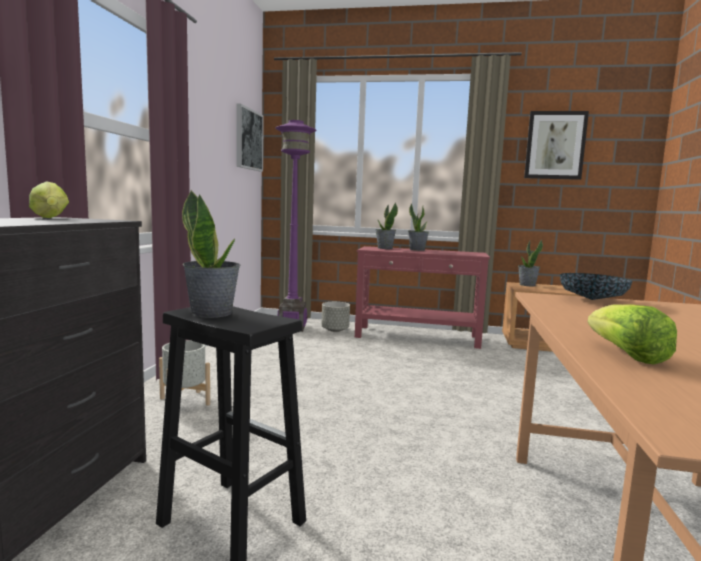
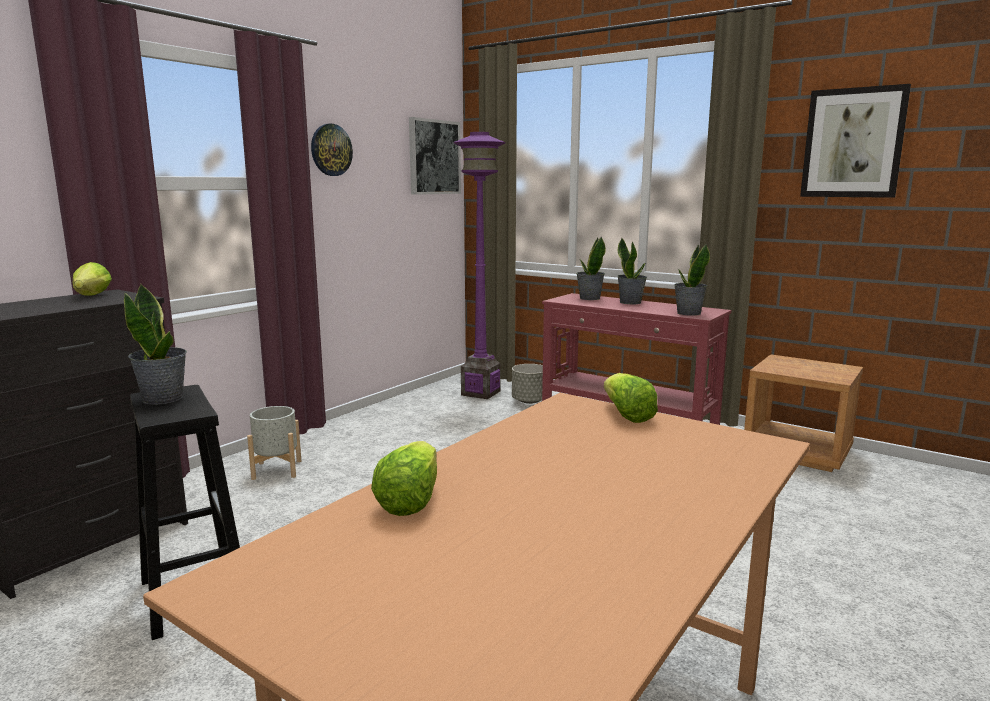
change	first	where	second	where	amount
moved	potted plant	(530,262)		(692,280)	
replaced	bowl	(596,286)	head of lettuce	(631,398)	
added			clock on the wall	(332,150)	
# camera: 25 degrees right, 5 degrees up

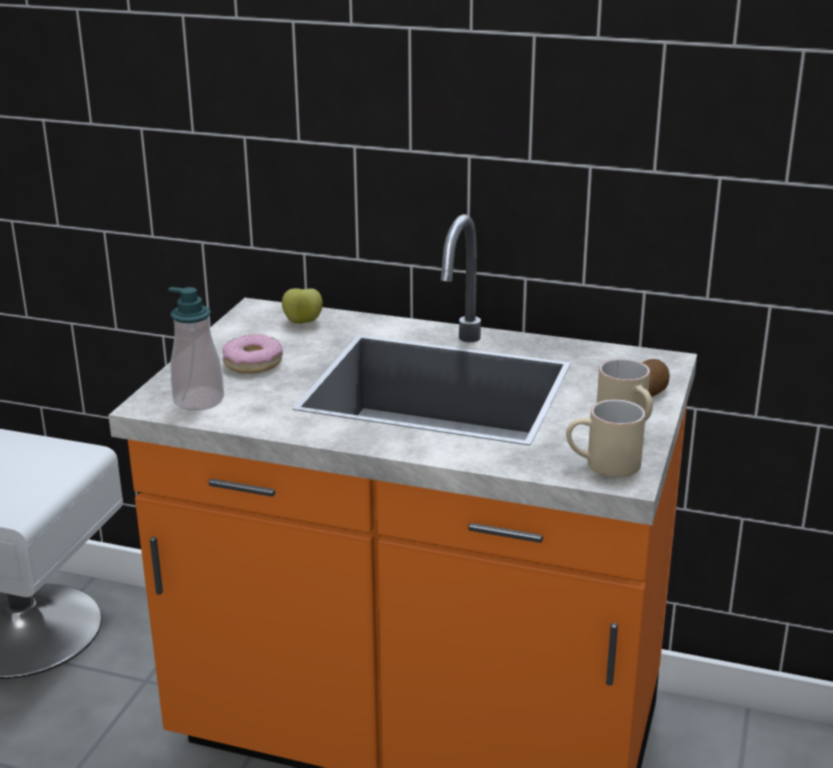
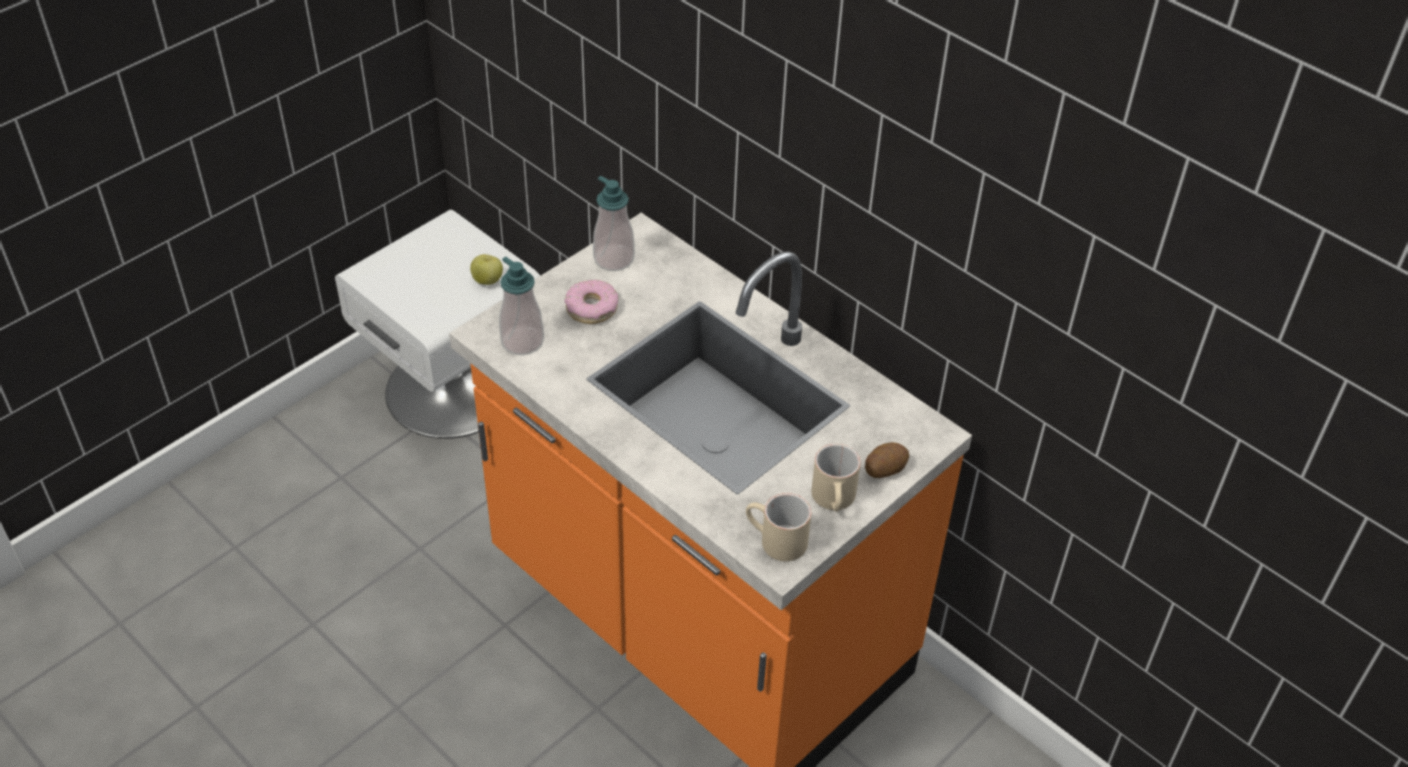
change	first	where	second	where	amount
moved	apple fruit	(302,306)		(486,269)	
added			liquid soap bottle	(614,223)	
# camera: 25 degrees right, 20 degrees up

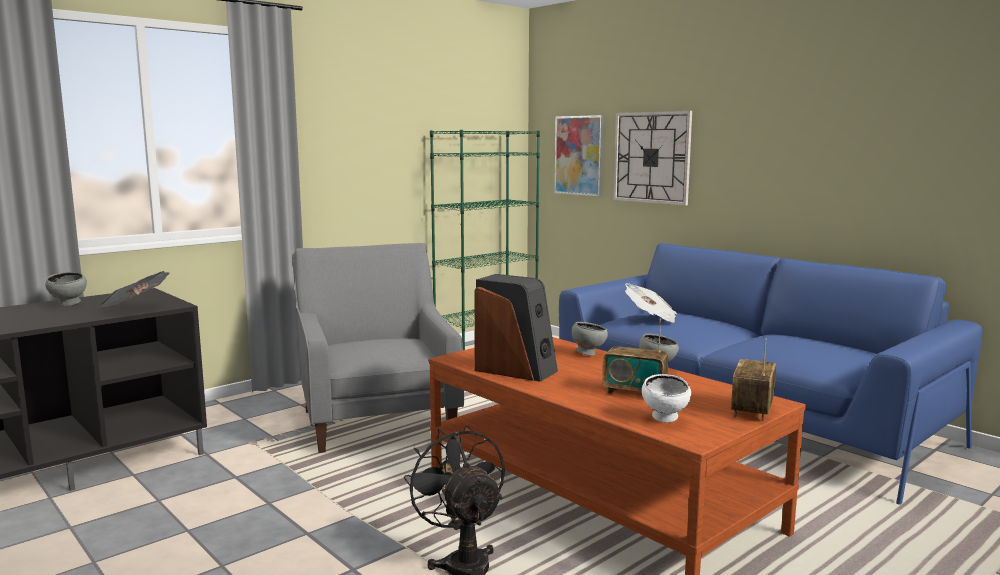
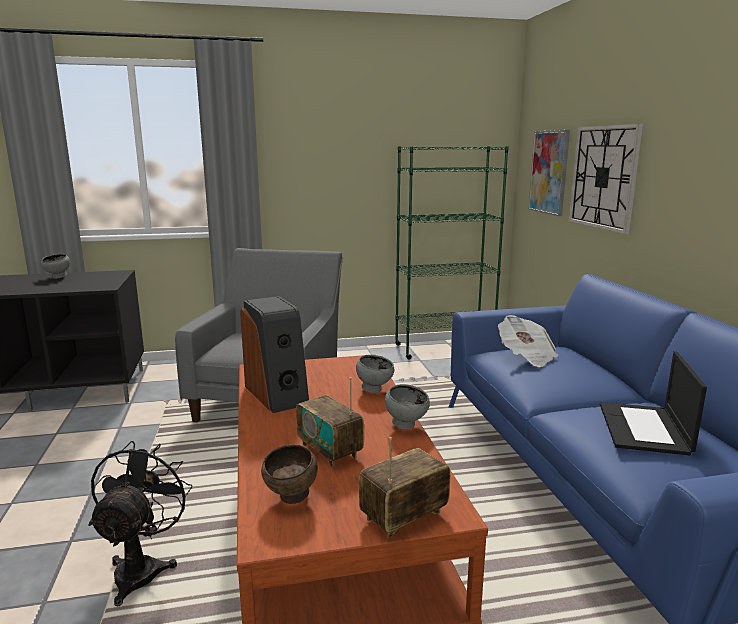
change	first	where	second	where	amount
removed	newspaper	(133,289)			
recoloured	whitish bowl	(666,398)	brownish bowl	(289,474)	
added			portable computer	(653,403)	
# camera: 30 degrees right, 5 degrees up

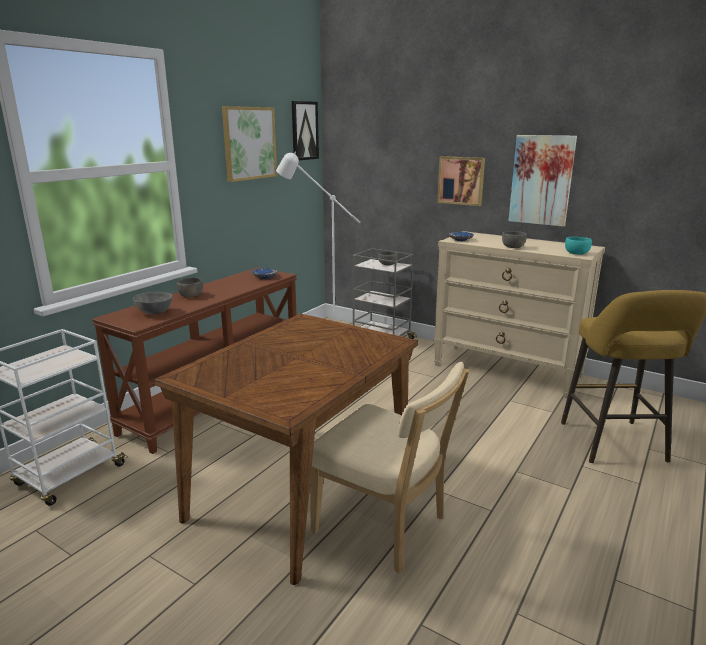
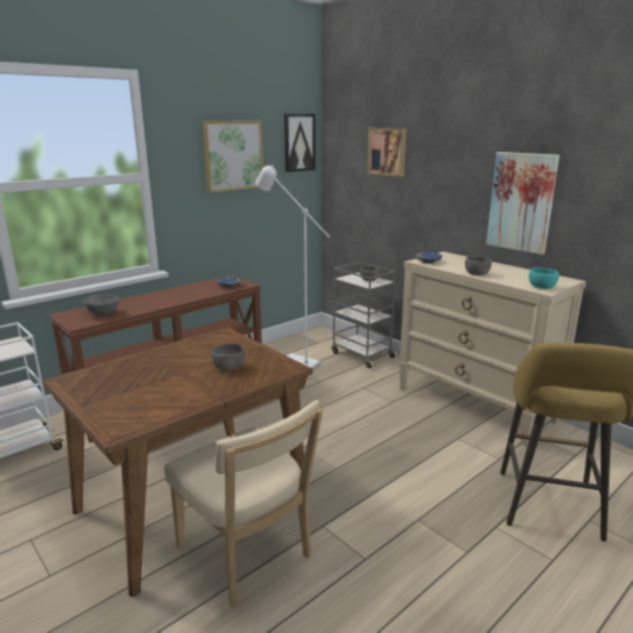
change	first	where	second	where	amount
moved	grey bowl	(190,287)		(228,357)	
moved	wall picture	(461,181)		(387,152)	
# camera: 15 degrees right, 0 degrees up

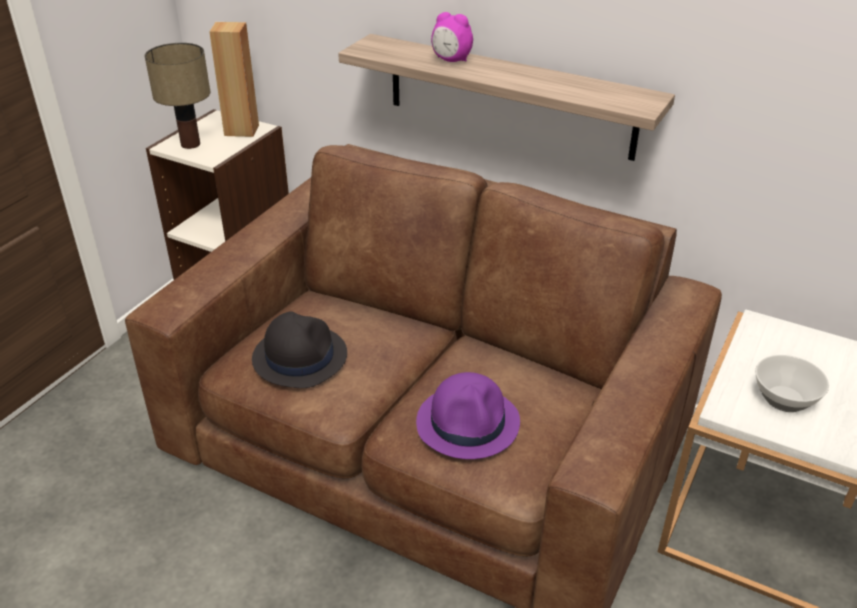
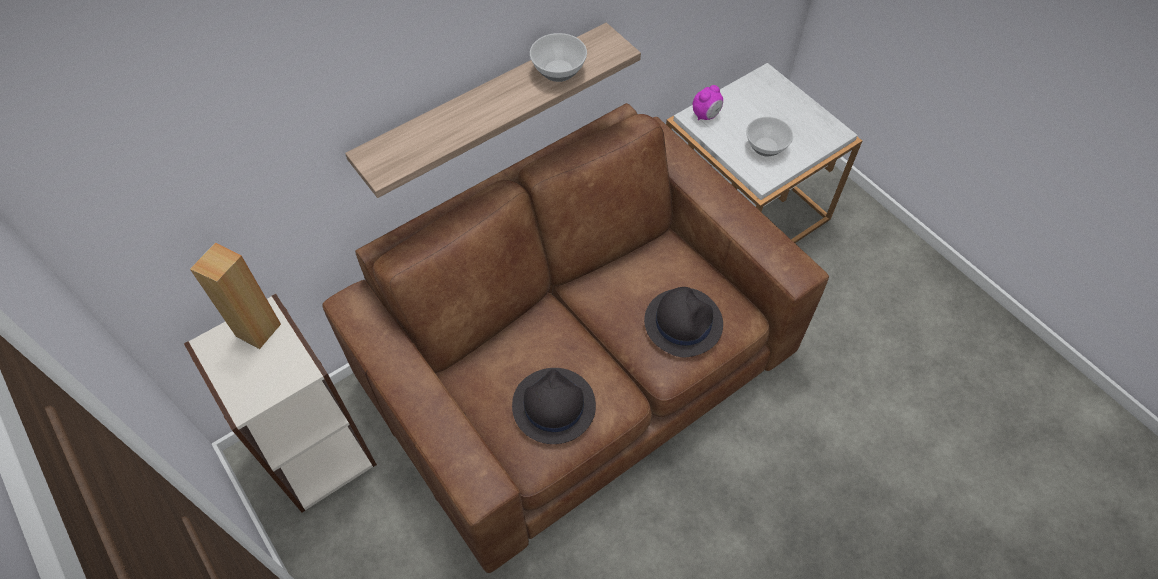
change	first	where	second	where	amount
removed	table lamp	(177,96)			
recoloured	purple clothing hat	(468,415)	blackish clothing hat	(683,322)	
moved	table clock	(452,37)		(708,102)	
added			bowl	(558,57)	
# camera: 65 degrees left, 20 degrees up

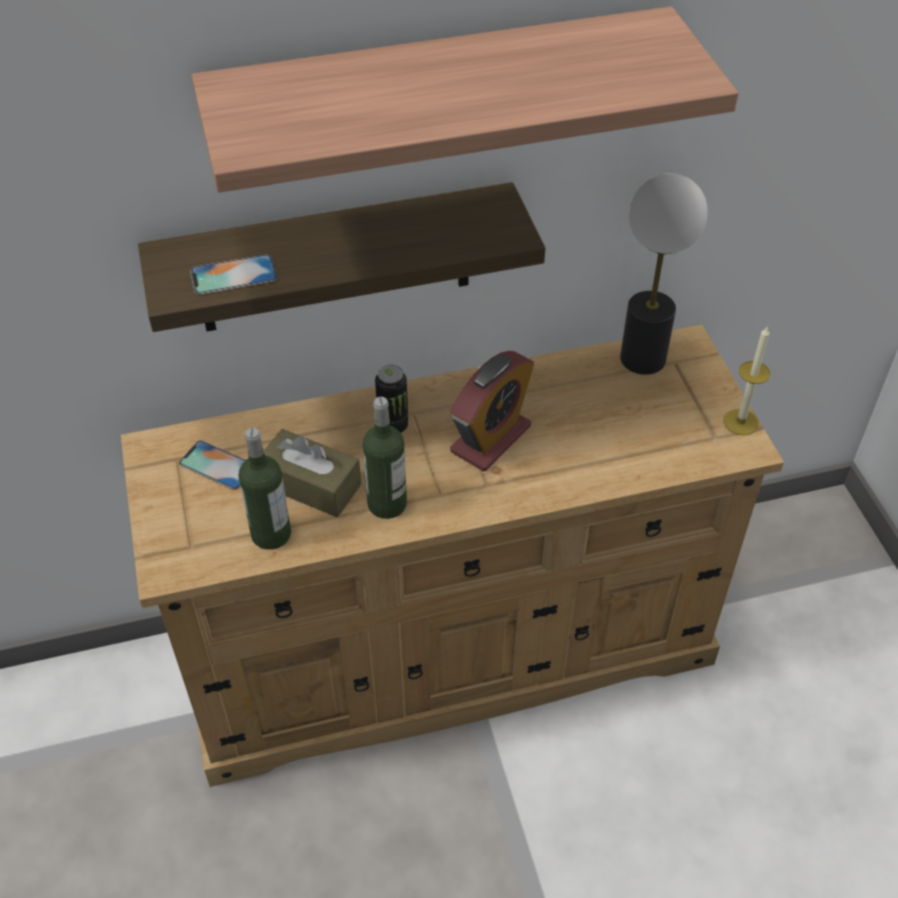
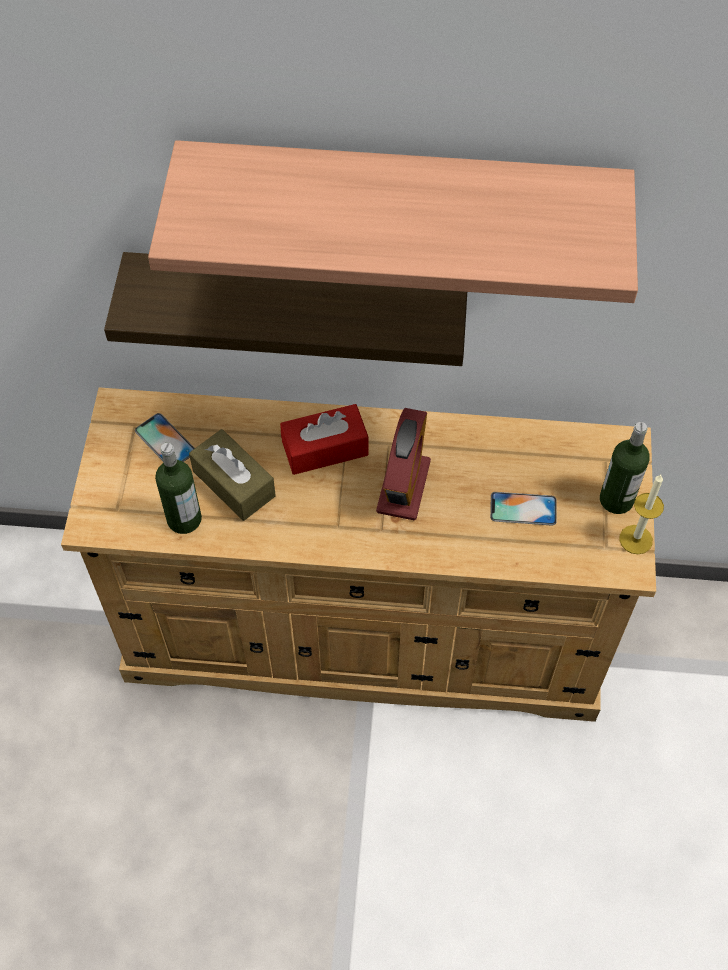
change	first	where	second	where	amount
moved	telephone	(234,274)		(523,509)	
moved	bottle	(385,458)		(625,468)	
replaced	can	(391,399)	red-coloured tissue box	(324,439)	
turned	table clock	(492,411)		(403,464)	45 degrees counterclockwise
removed	table lamp	(664,274)			
# camera: 20 degrees right, 10 degrees up

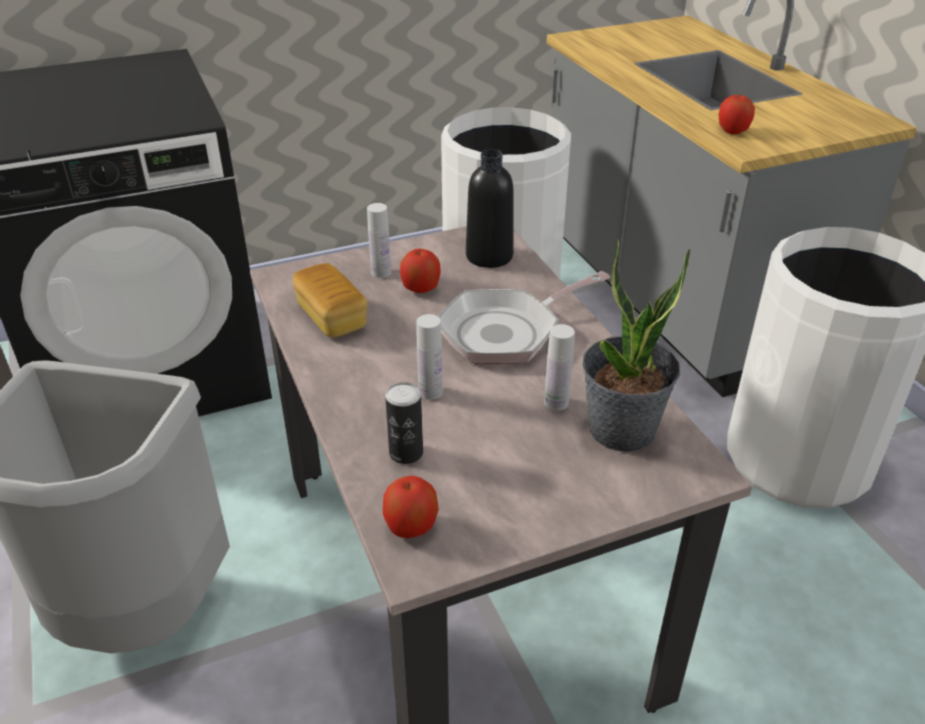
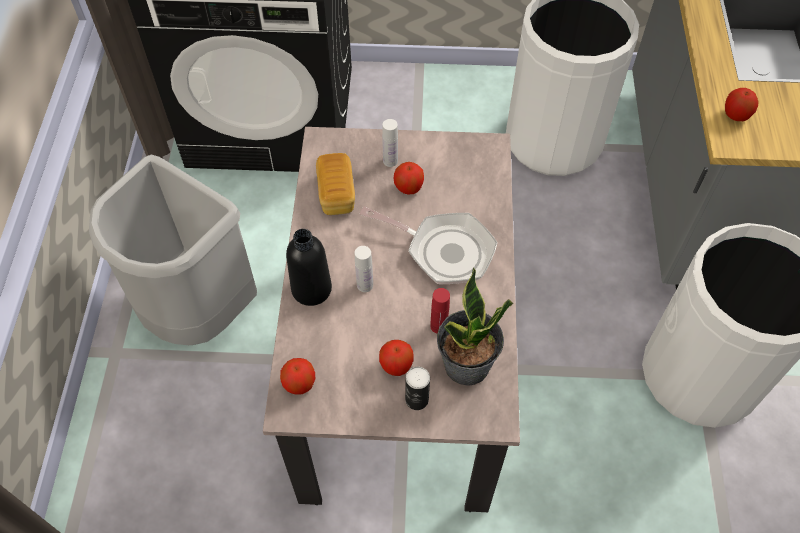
change	first	where	second	where	amount
moved	can	(404,423)		(417,388)	
turned	frying pan	(524,317)		(429,245)	150 degrees counterclockwise
moved	blackish bottle	(490,208)		(309,267)	
recoloured	whitish bottle	(559,367)	red-coloured bottle	(440,311)	
added			apple fruit	(396,358)	
# camera: 25 degrees right, 20 degrees up

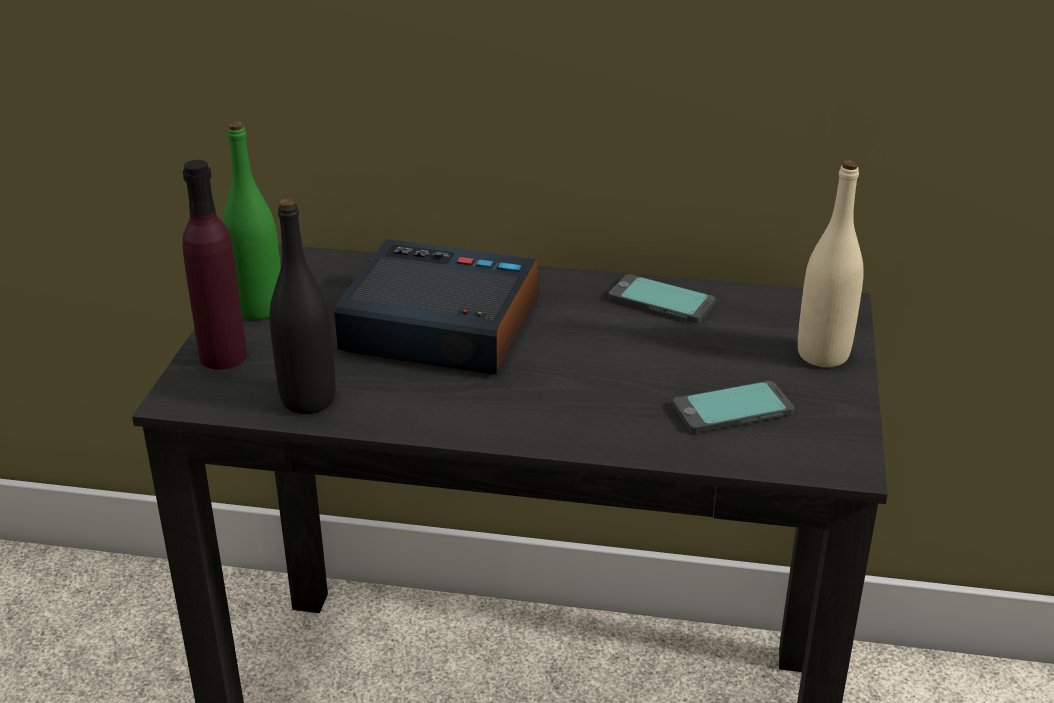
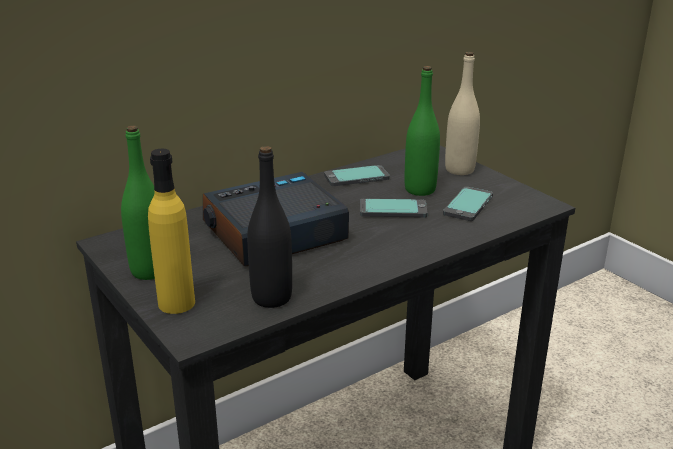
change	first	where	second	where	amount
recoloured	purple bottle	(215,265)	yellowish bottle	(171,231)	
added			telephone	(394,208)	
added			green-coloured bottle	(422,131)	
# camera: 45 degrees left, 5 degrees down

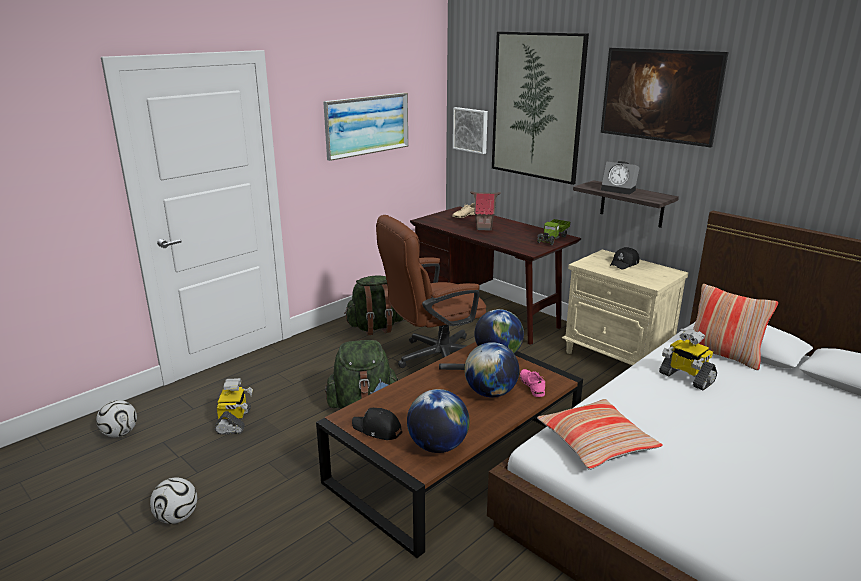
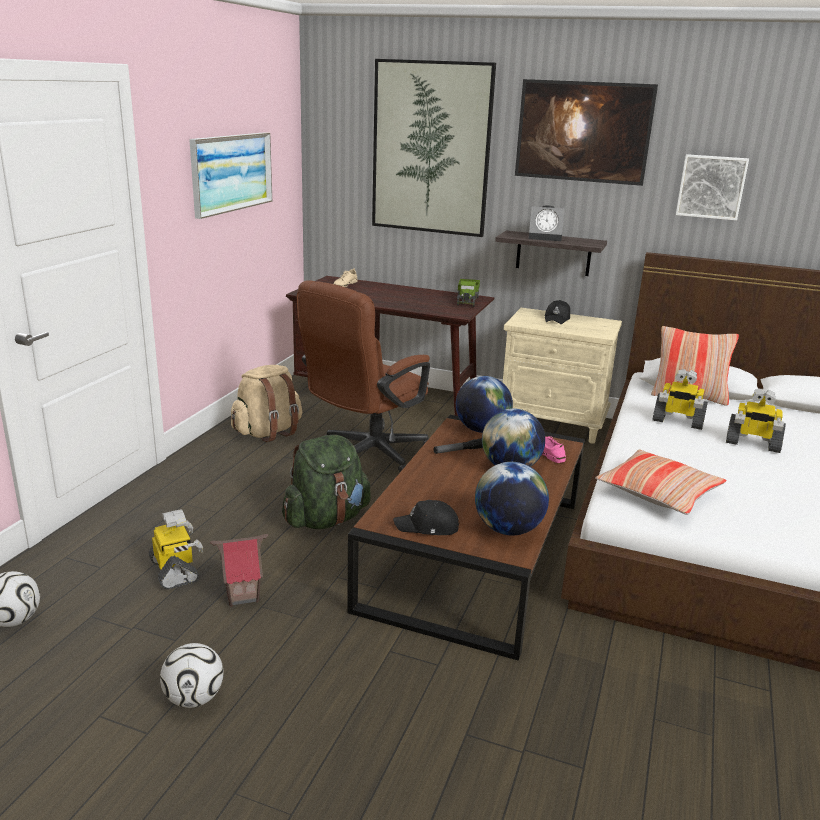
change	first	where	second	where	amount
recoloured	green-coloured backpack	(373,305)	beige-coloured backpack	(266,403)	
moved	wall picture	(470,130)		(712,187)	
moved	model house	(485,211)		(239,570)	
added			toy robot	(756,421)	
# camera: 25 degrees left, 0 degrees up

